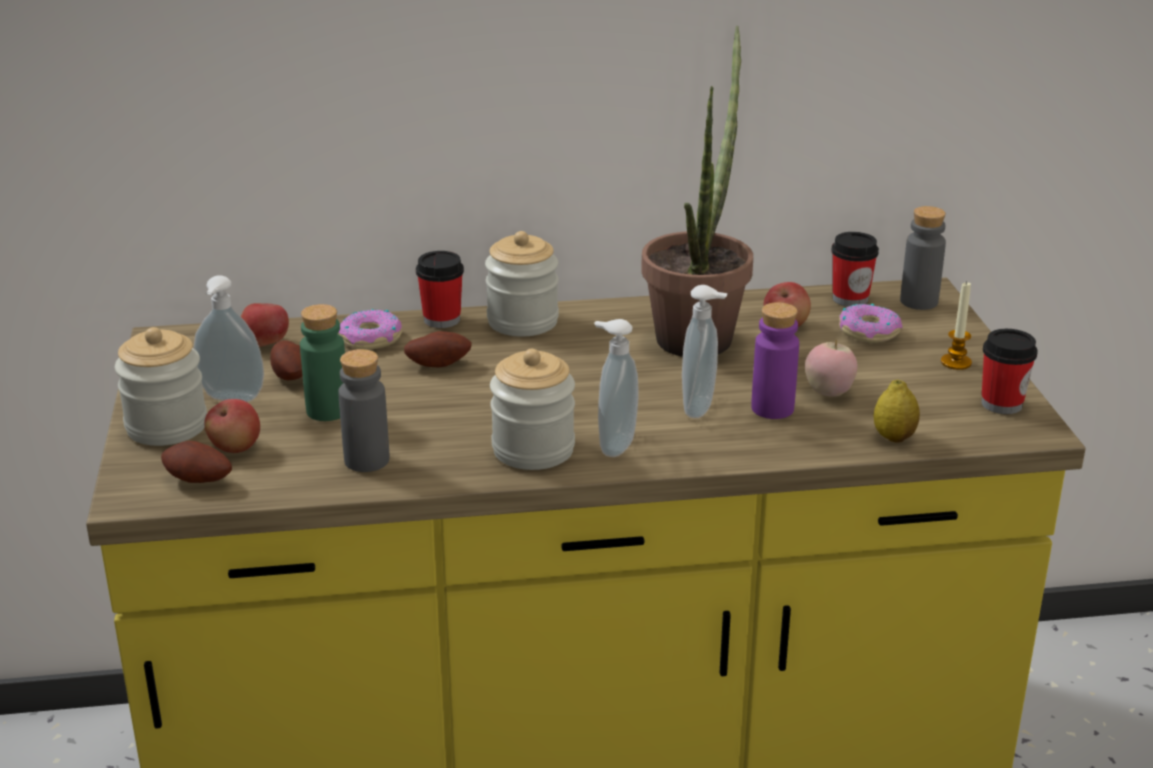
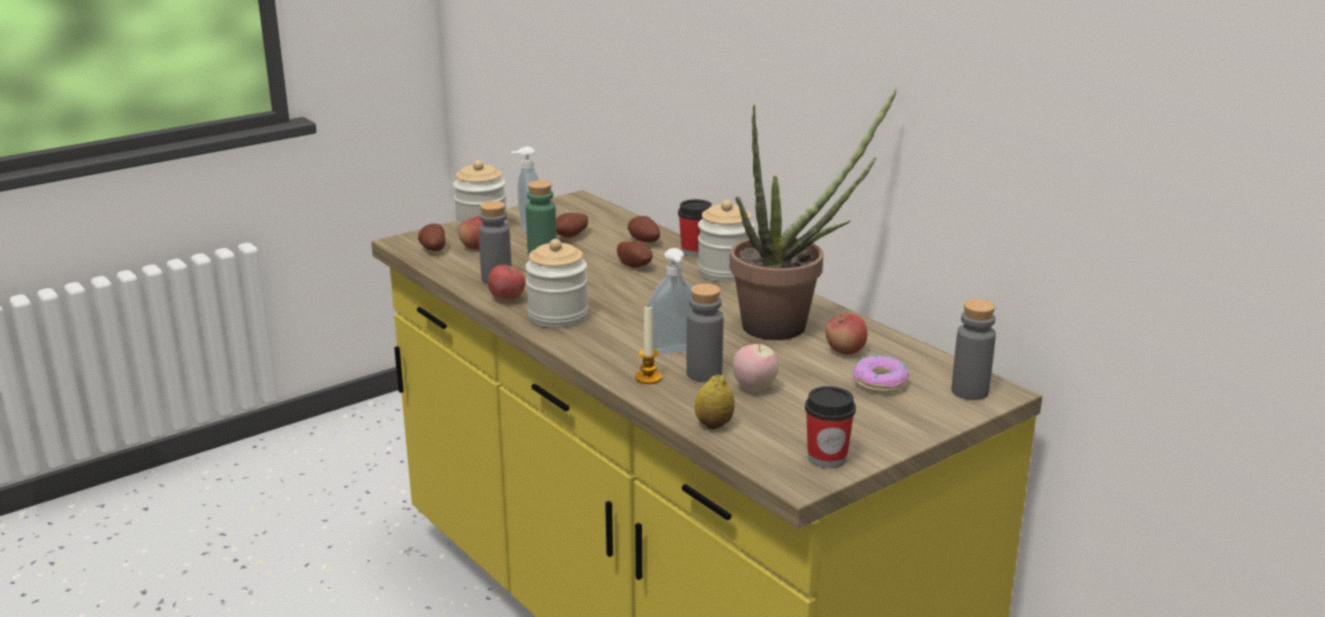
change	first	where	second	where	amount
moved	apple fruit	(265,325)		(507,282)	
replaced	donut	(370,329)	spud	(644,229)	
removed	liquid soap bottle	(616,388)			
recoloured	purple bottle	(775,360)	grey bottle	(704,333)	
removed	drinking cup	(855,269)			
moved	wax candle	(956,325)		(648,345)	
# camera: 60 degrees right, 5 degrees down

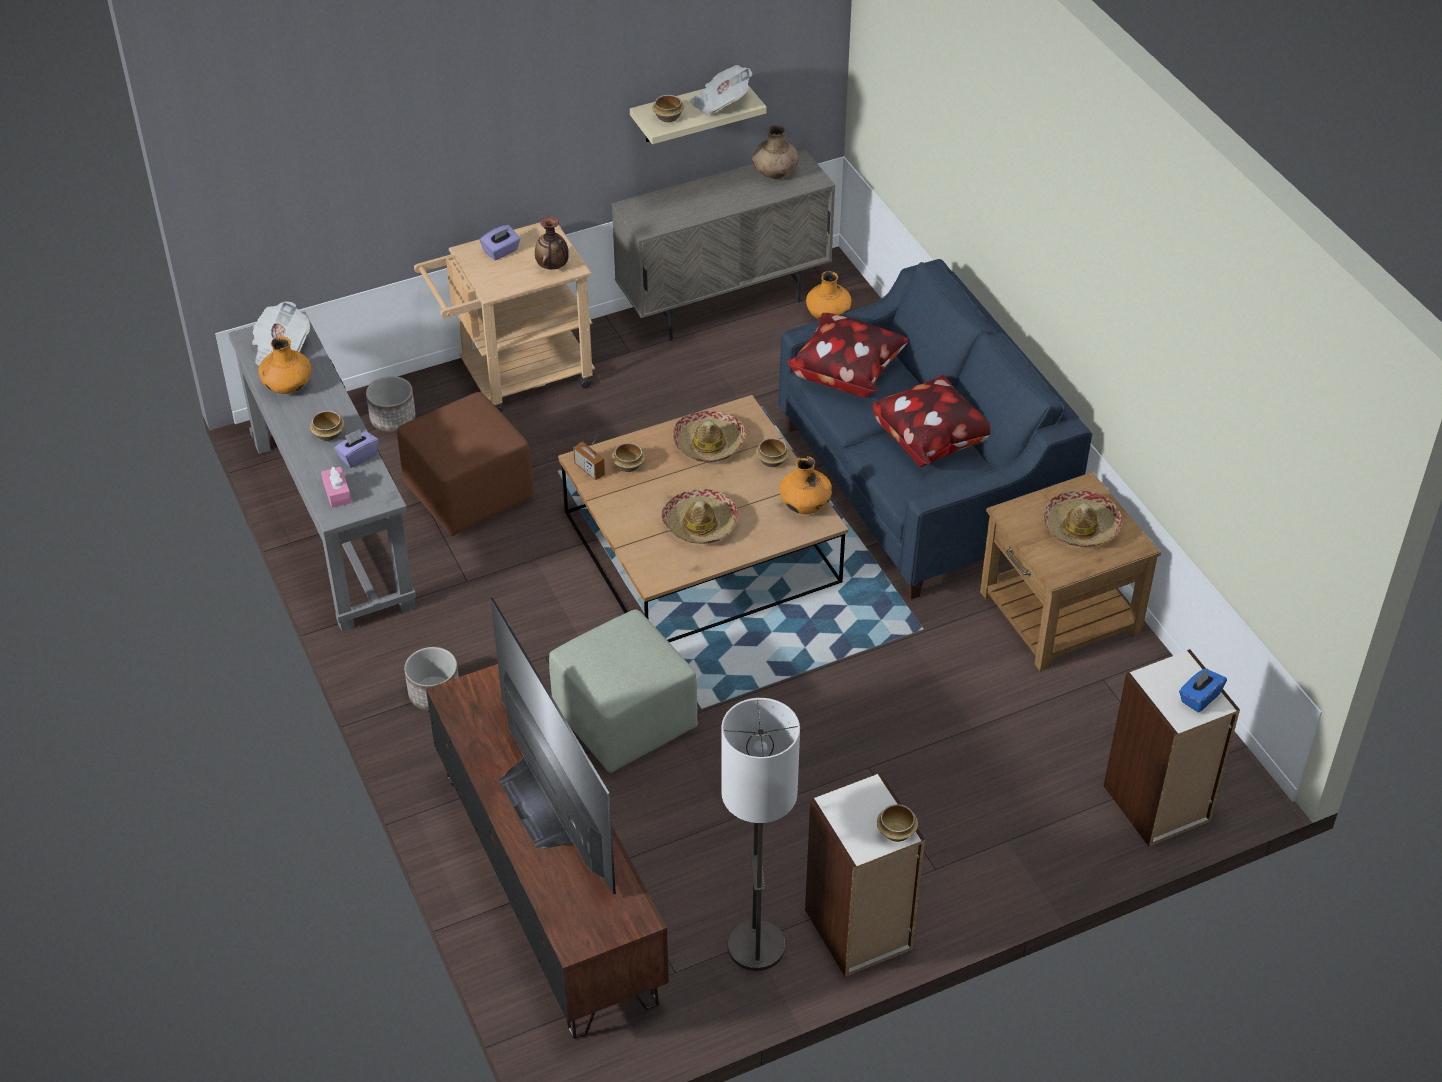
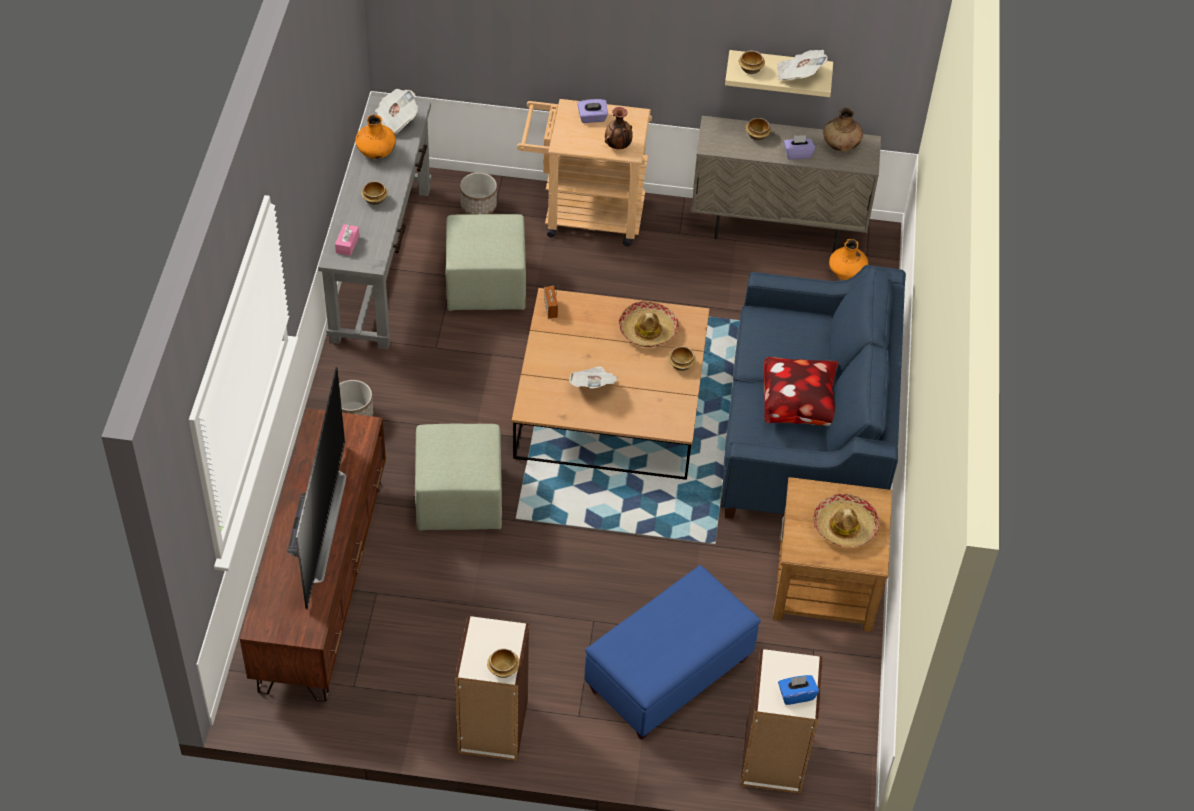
change	first	where	second	where	amount
moved	purple tissue box	(356,448)		(799,147)	
recoloured	brownish pouffe	(465,464)	green-coloured pouffe	(485,262)	
moved	bowl	(628,457)		(758,129)	
replaced	clothing hat	(700,516)	newspaper	(593,377)	
removed	standing lamp	(760,834)			
removed	orange decorative vase	(805,485)			
removed	throw pillow	(847,355)			
added			bluish pouffe	(673,652)	
# camera: 30 degrees right, 5 degrees up

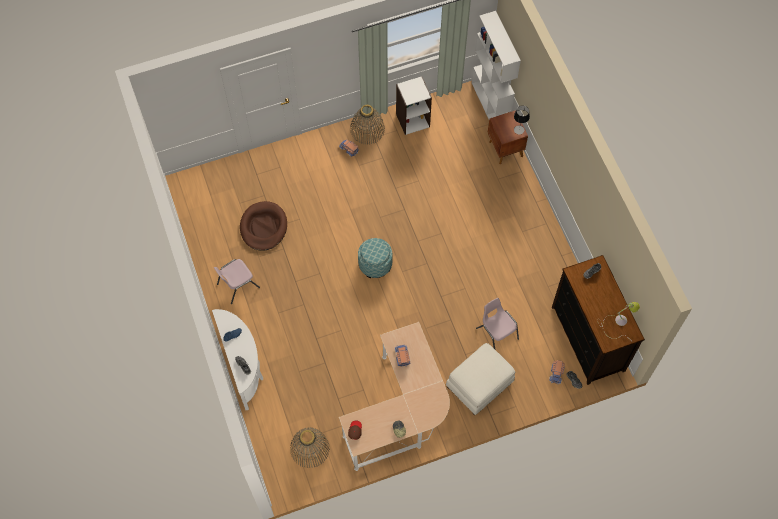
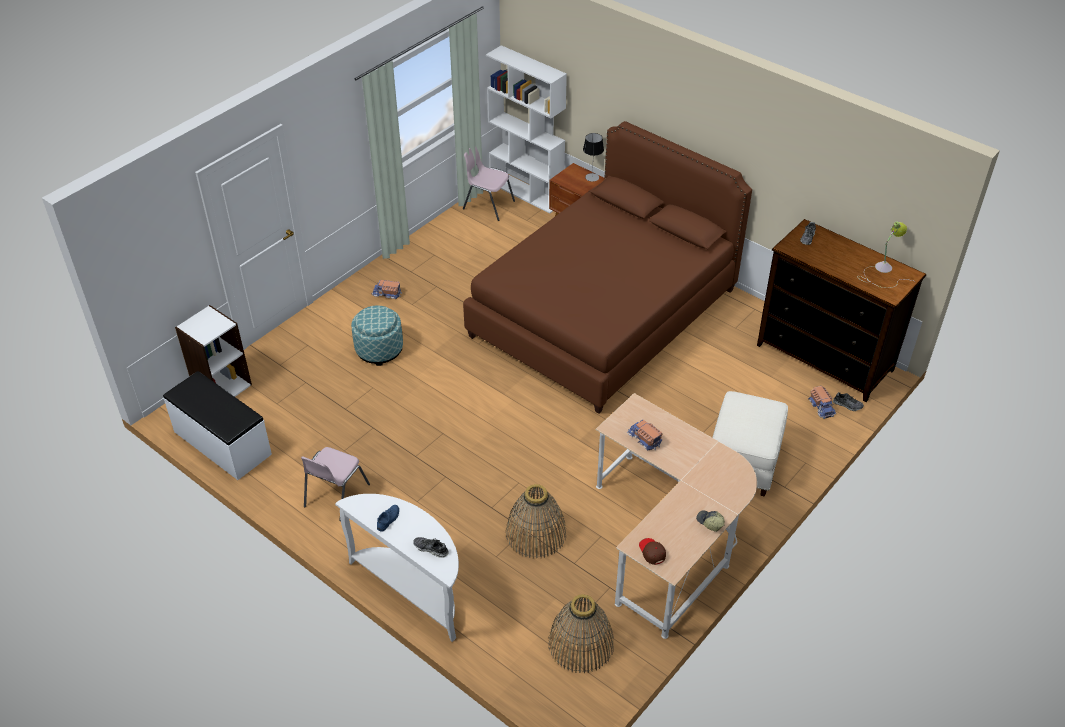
change	first	where	second	where	amount
removed	brownish dog bed	(263,226)			
moved	basket	(367,125)		(536,521)	
moved	pouffe	(375,258)		(377,335)	
moved	whitish bookshelf	(414,105)		(213,351)	
moved	pink-coloured upright chair	(497,323)		(489,183)	
added			whitish long seat	(217,425)	
added			brownish bedroom bed	(607,267)	
# camera: 30 degrees left, 20 degrees down

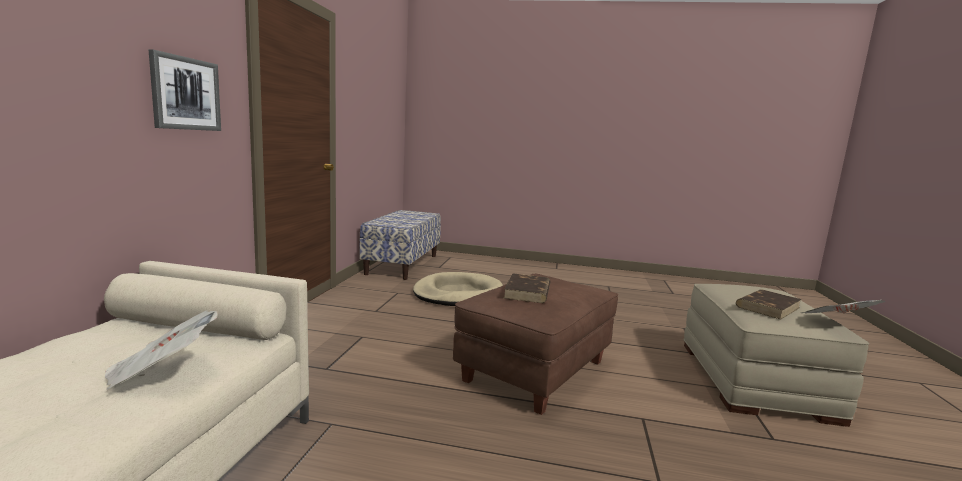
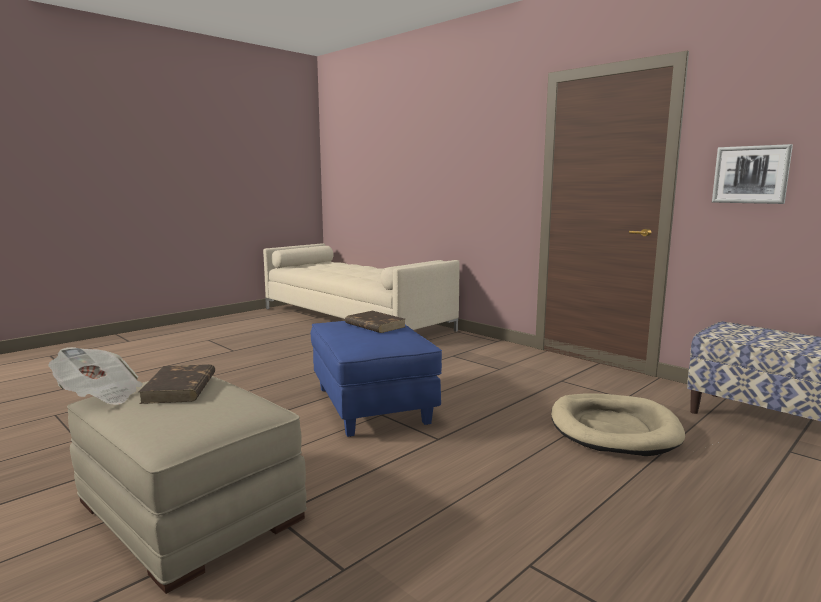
change	first	where	second	where	amount
removed	newspaper	(161,350)			
moved	wall picture	(185,90)		(752,174)	
recoloured	brownish pouffe	(535,344)	bluish pouffe	(376,379)	
# camera: 125 degrees right, 0 degrees up

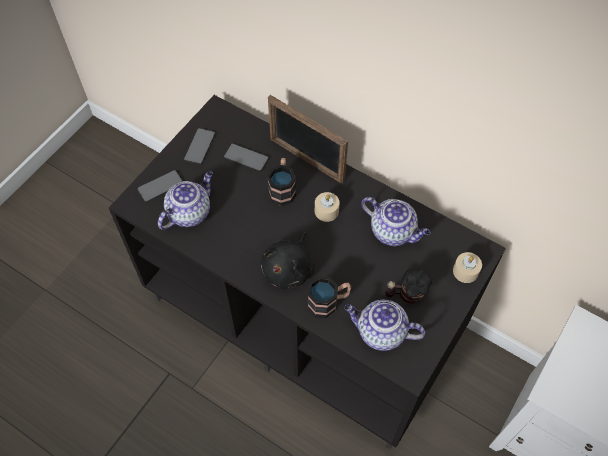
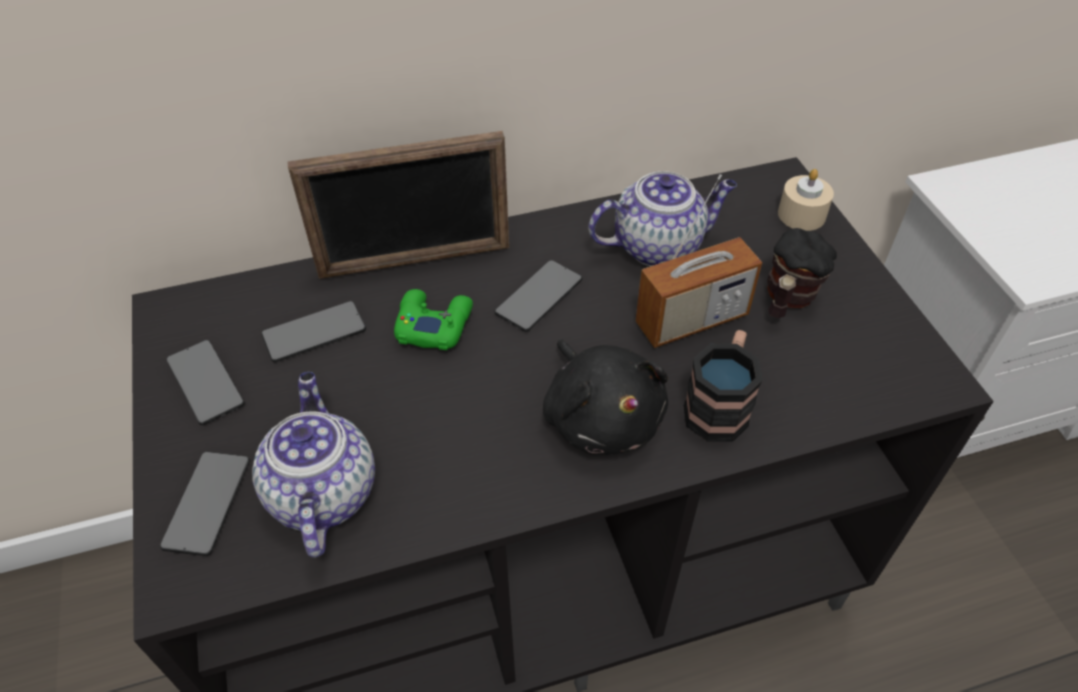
change	first	where	second	where	amount
replaced	tea mug	(281,182)	green-coloured joypad	(433,319)	
replaced	beige-coloured wax candle	(327,207)	telephone	(538,296)	
removed	teapot	(384,325)			
added			radio set	(698,261)	
# camera: 50 degrees left, 10 degrees down

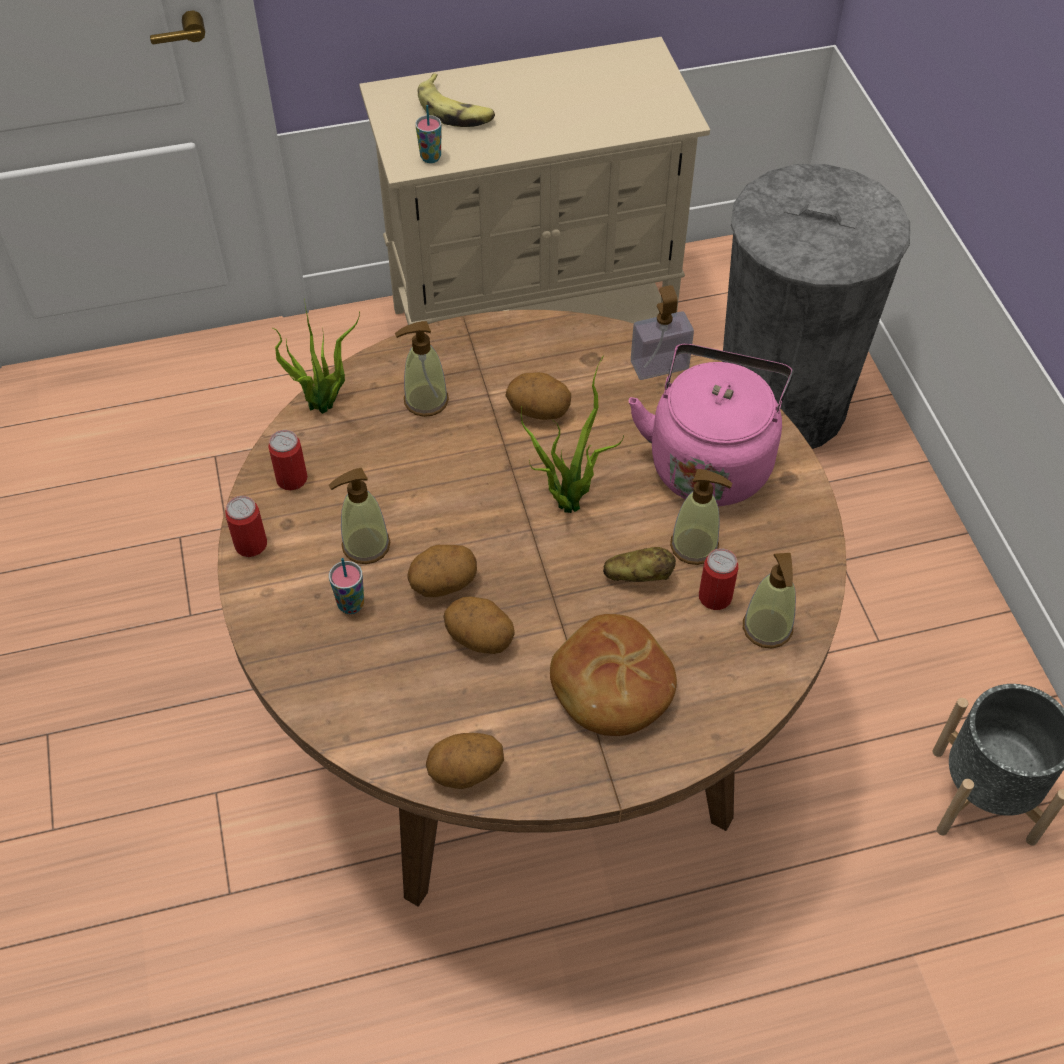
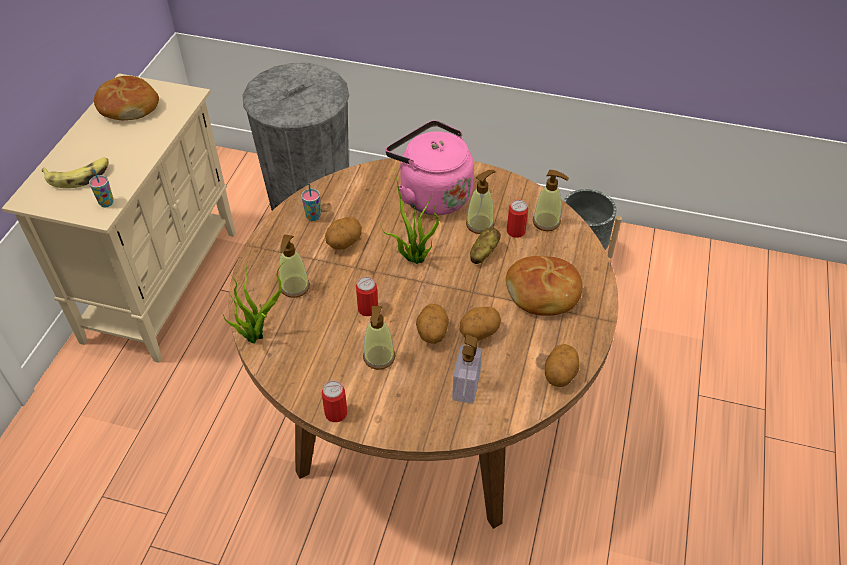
change	first	where	second	where	amount
moved	can	(288,460)		(367,296)	
moved	drinking cup	(346,586)		(311,202)	
moved	liquid soap bottle	(662,332)		(467,369)	
added			bread	(126,98)	
# camera: 60 degrees left, 5 degrees down

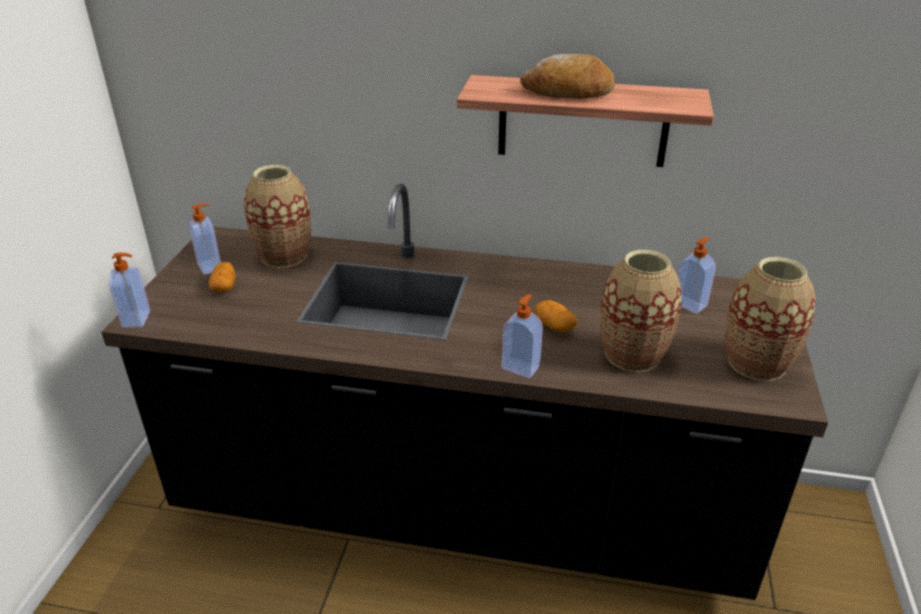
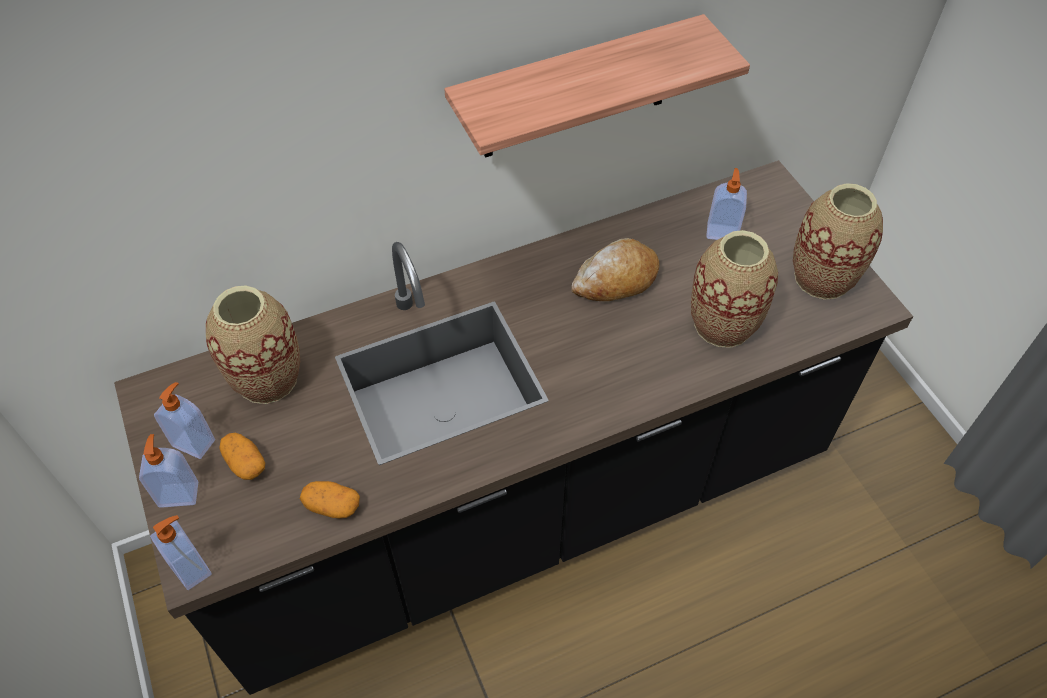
change	first	where	second	where	amount
moved	liquid soap bottle	(522,336)		(169,471)	
moved	bread	(567,76)		(615,269)	
moved	spud	(555,316)		(330,499)	
# camera: 35 degrees left, 20 degrees up

